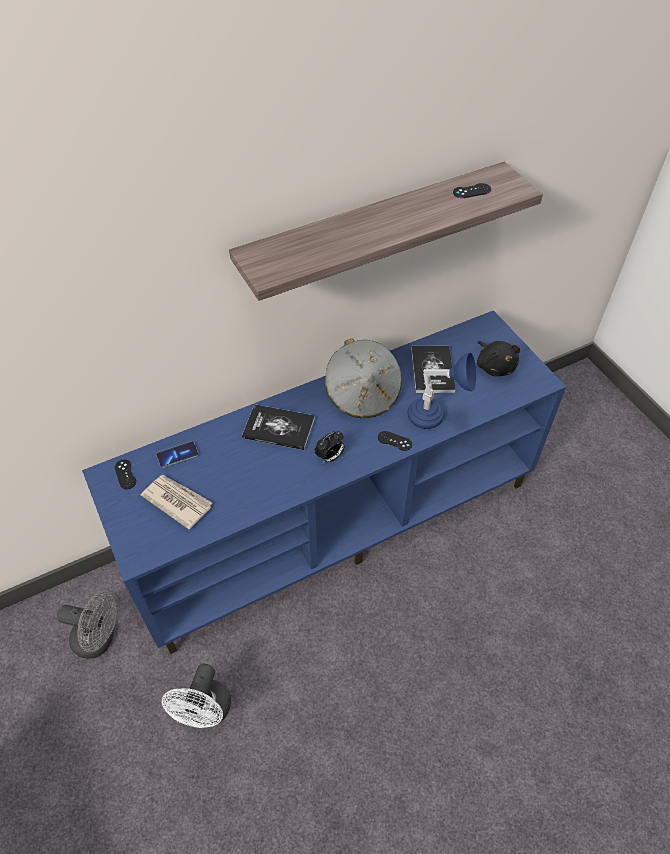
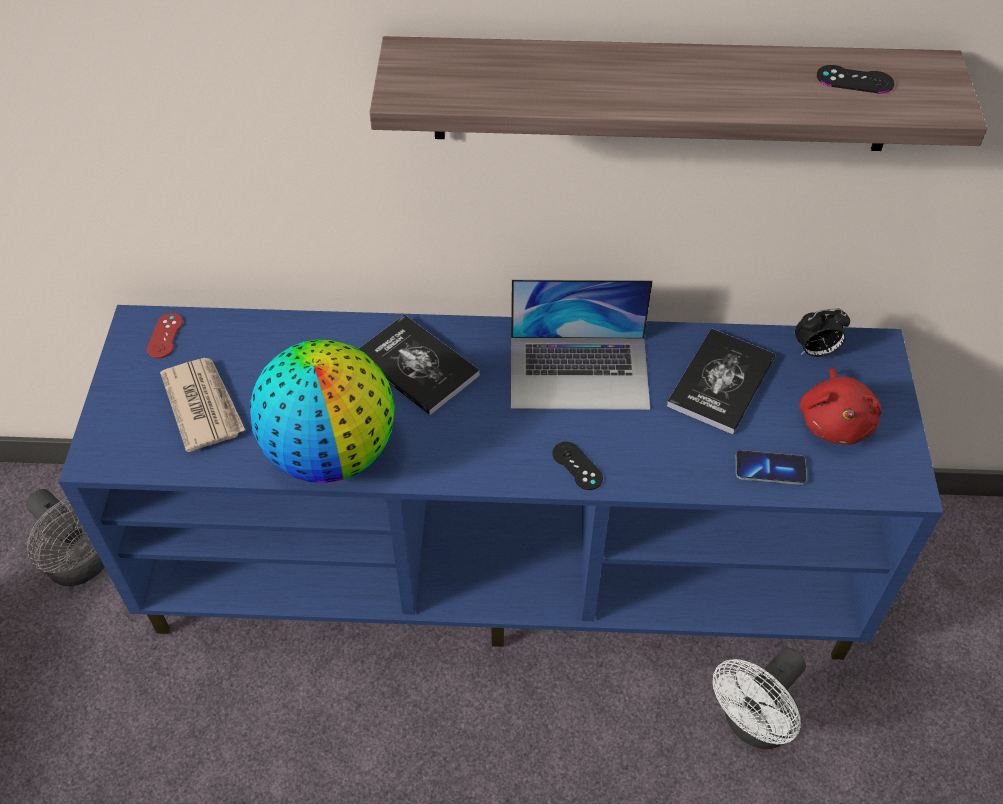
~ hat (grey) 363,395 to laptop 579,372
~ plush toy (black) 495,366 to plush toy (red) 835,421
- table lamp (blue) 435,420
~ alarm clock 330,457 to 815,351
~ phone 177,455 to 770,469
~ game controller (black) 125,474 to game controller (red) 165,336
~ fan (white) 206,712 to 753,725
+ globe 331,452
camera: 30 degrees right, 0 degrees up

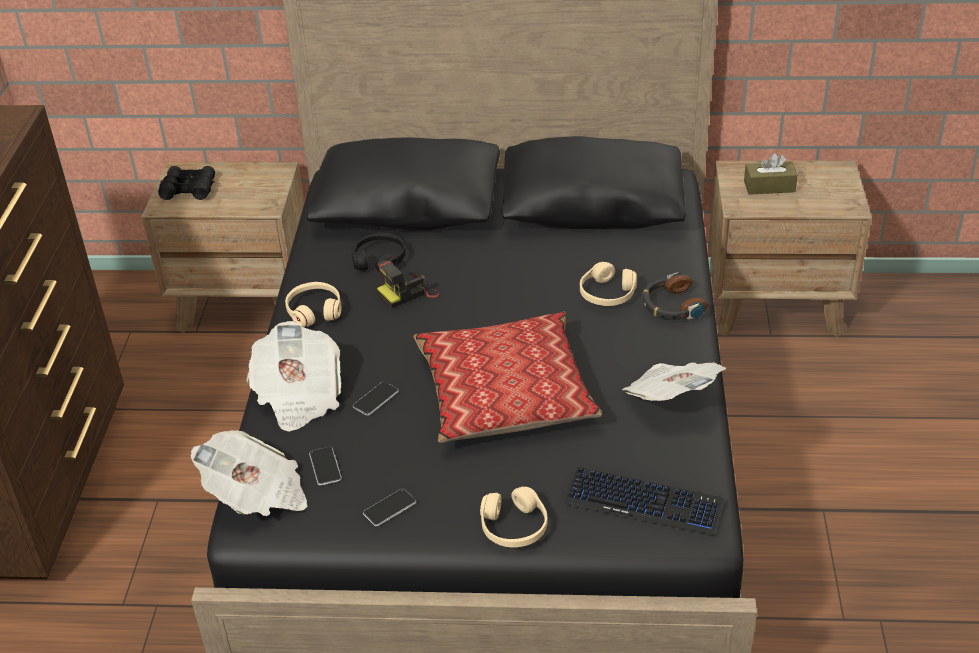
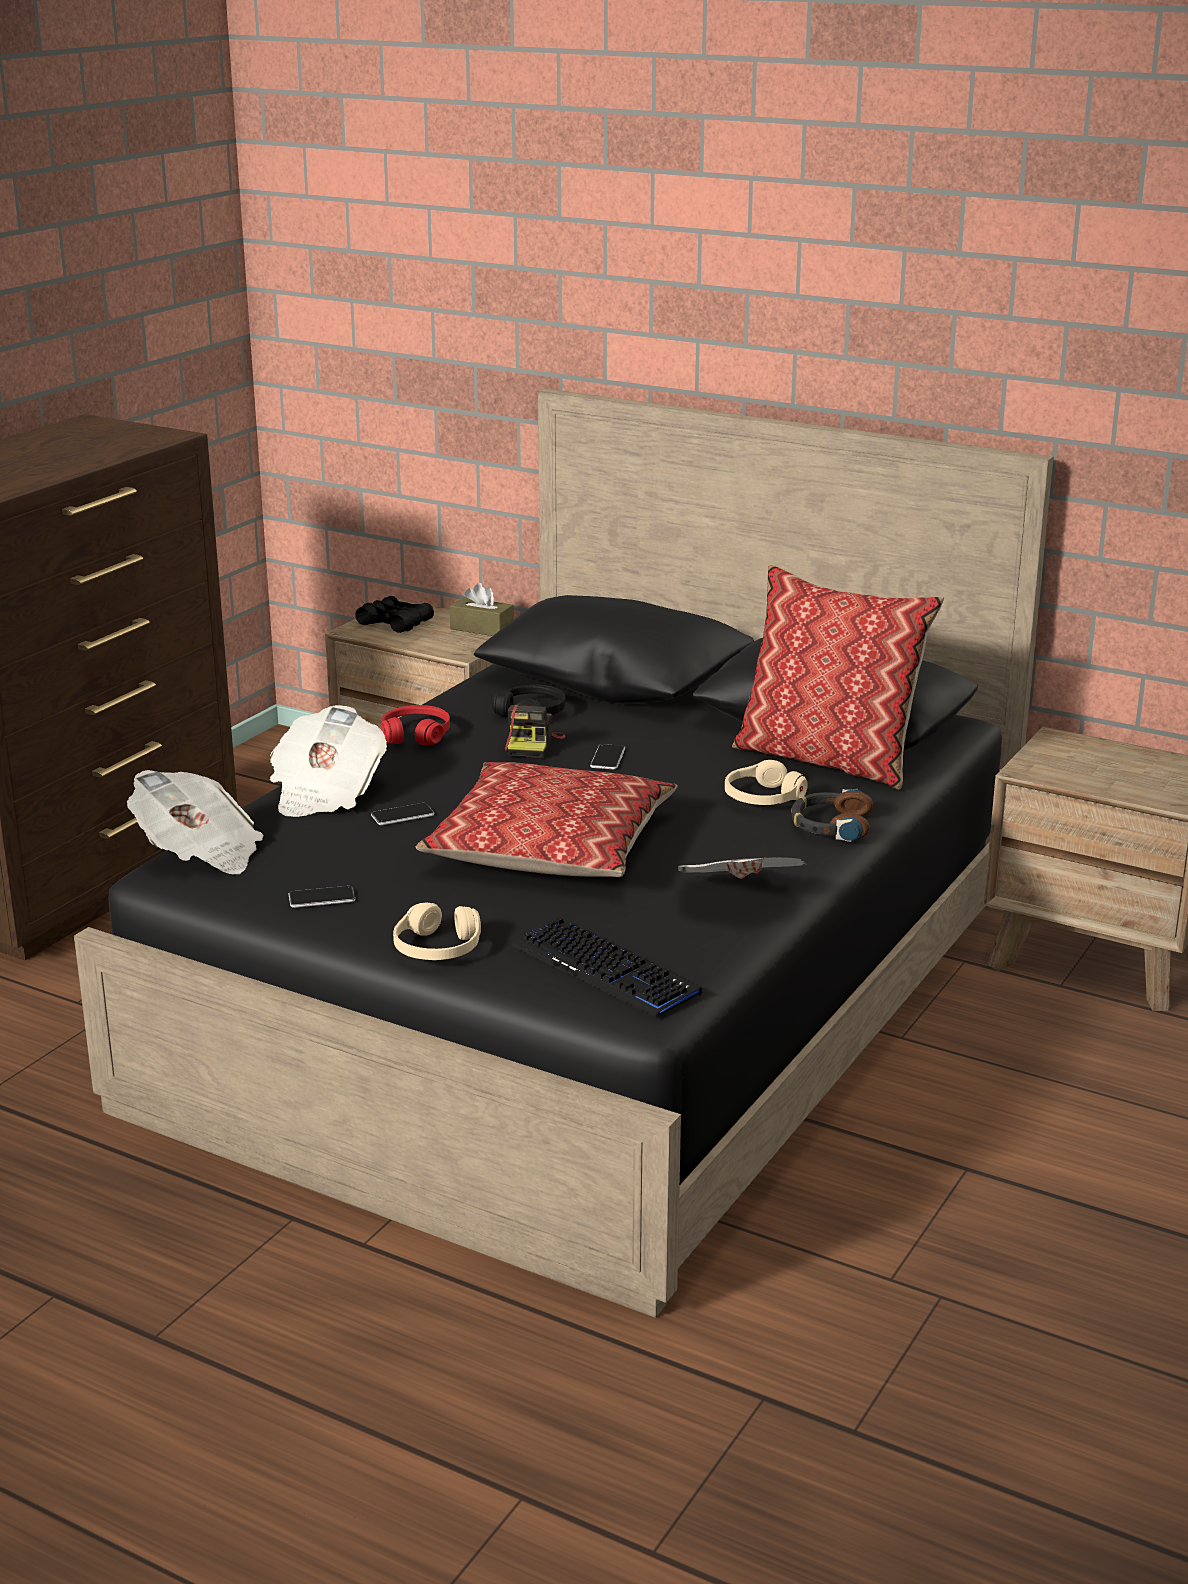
~ tissue box (brown) 769,186 to 482,628
~ photo camera 408,292 = 532,745 75 degrees counterclockwise
~ headphones (beige) 314,310 to headphones (red) 416,735
~ phone 325,466 to 608,758
+ pillow 829,758
camera: 25 degrees right, 15 degrees down

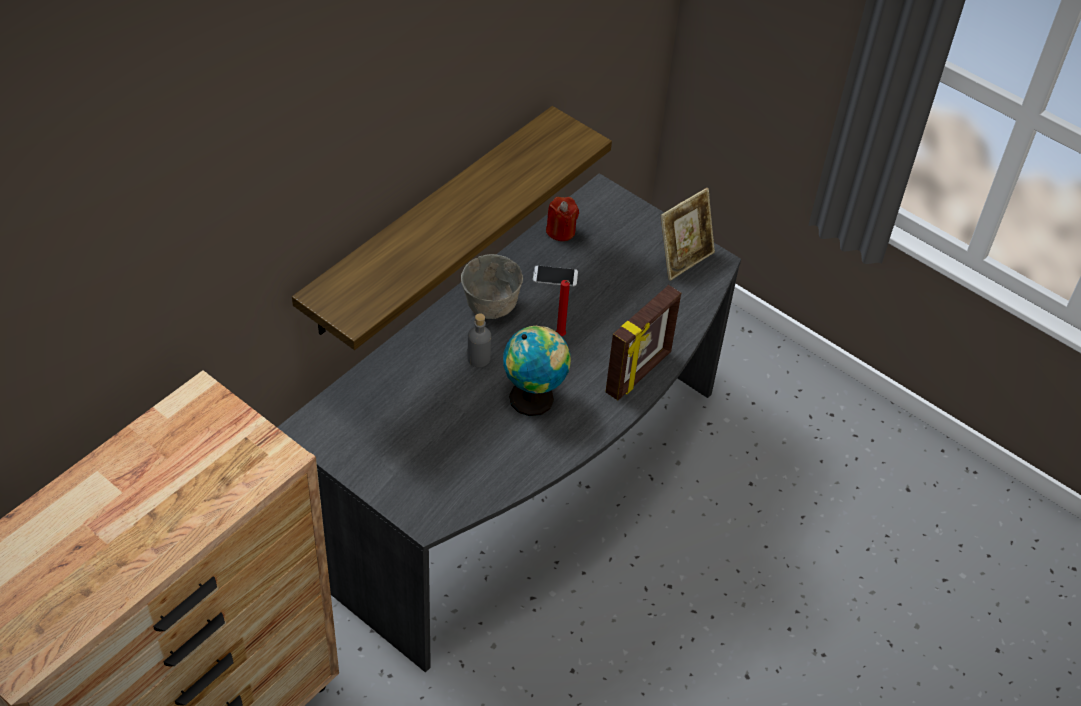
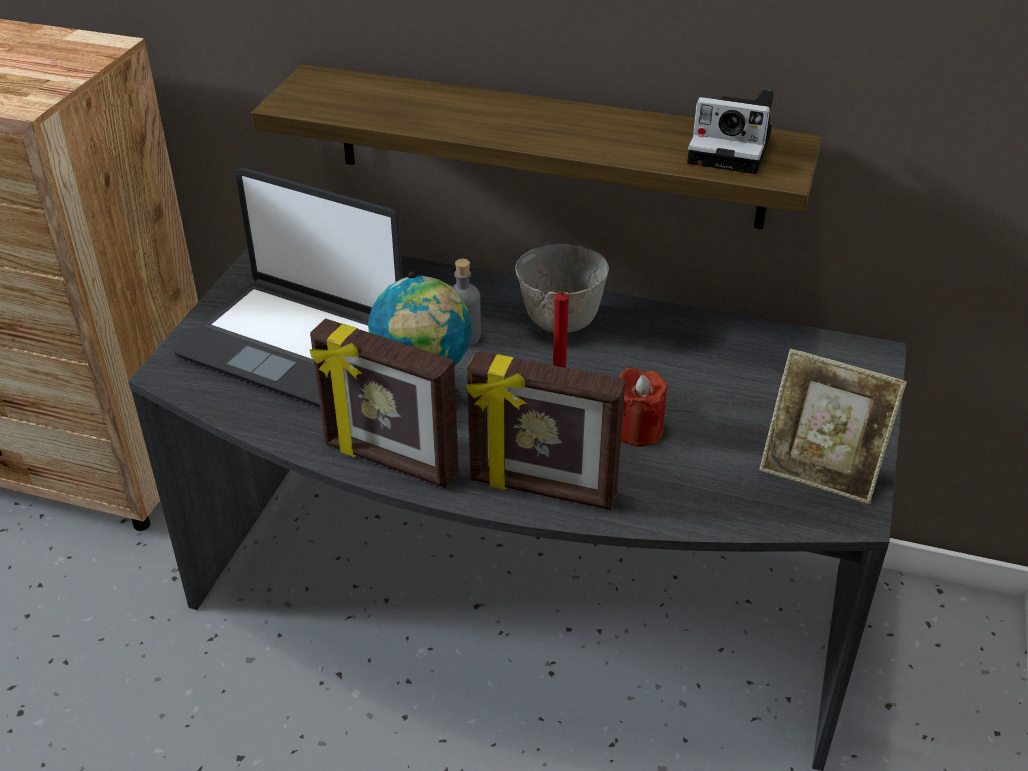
~ candle (red) 561,231 to 638,430
- phone 555,276
+ photo camera 733,149
+ laptop 294,343
+ picture frame 389,461
camera: 70 degrees right, 10 degrees down

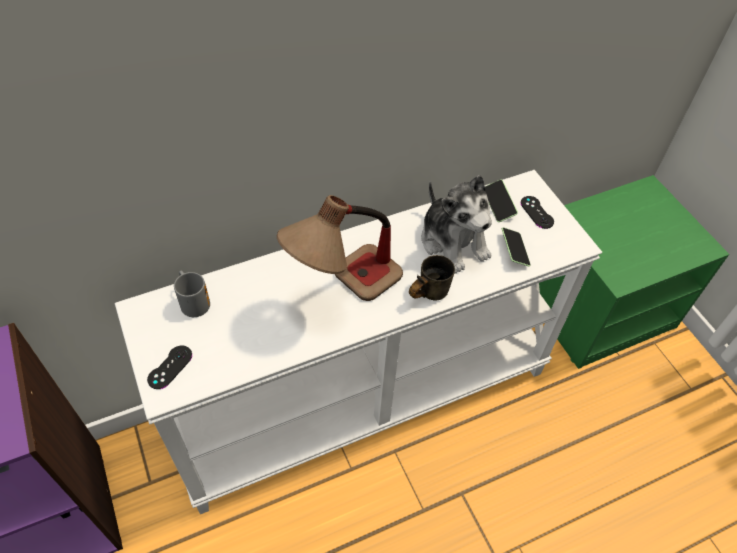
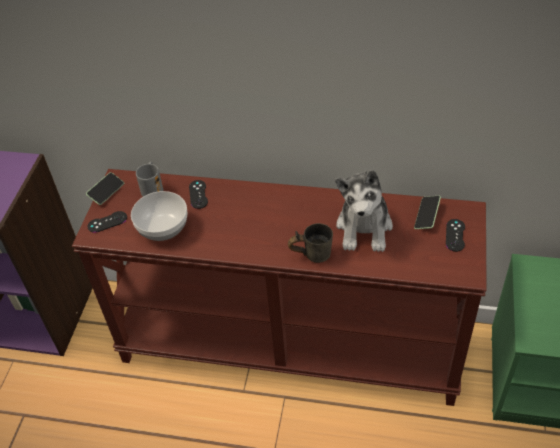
~ console table (white) 362,395 to console table (brown) 291,343
- table lamp 344,292
~ phone 514,251 to 106,192
+ game controller (black) 198,194
+ bowl 162,228
camera: 40 degrees right, 5 degrees down

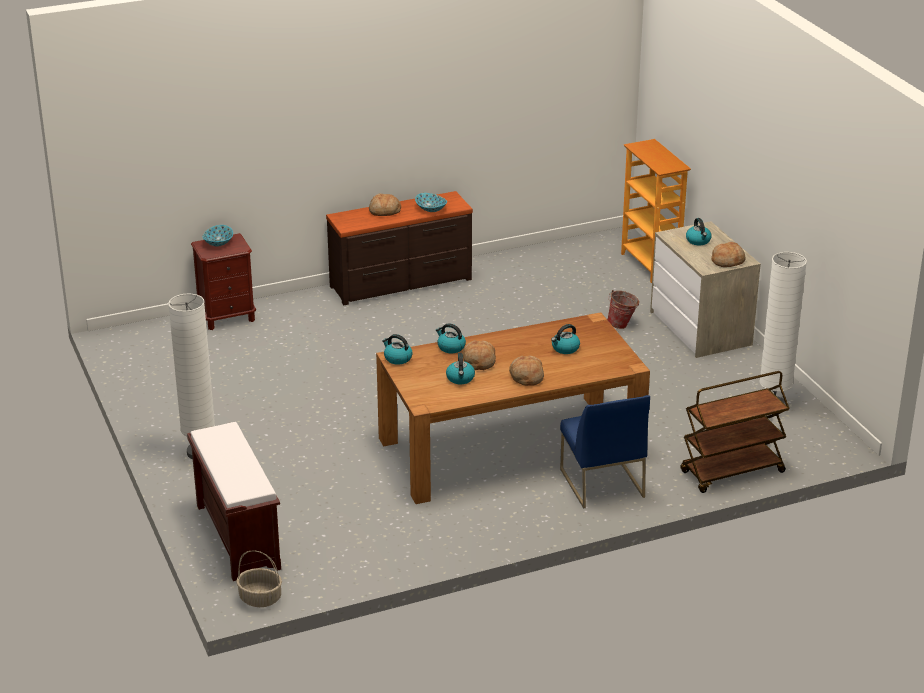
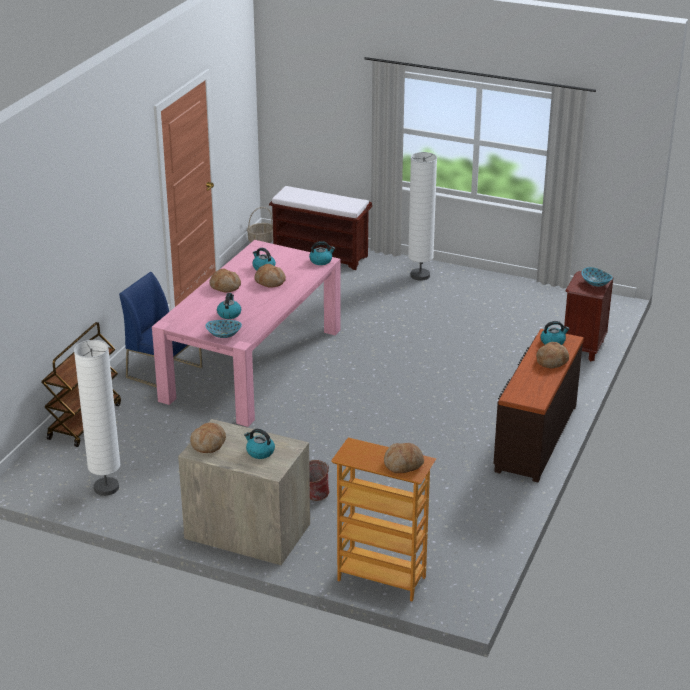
~ bowl 431,209 to 224,335
~ dining table (brown) 510,447 to dining table (pink) 253,364
~ kettle 450,347 to 553,342
+ bread 403,464
camera: 135 degrees right, 0 degrees up

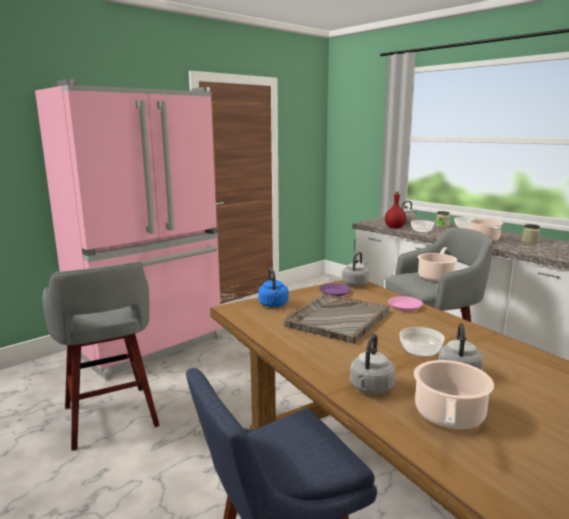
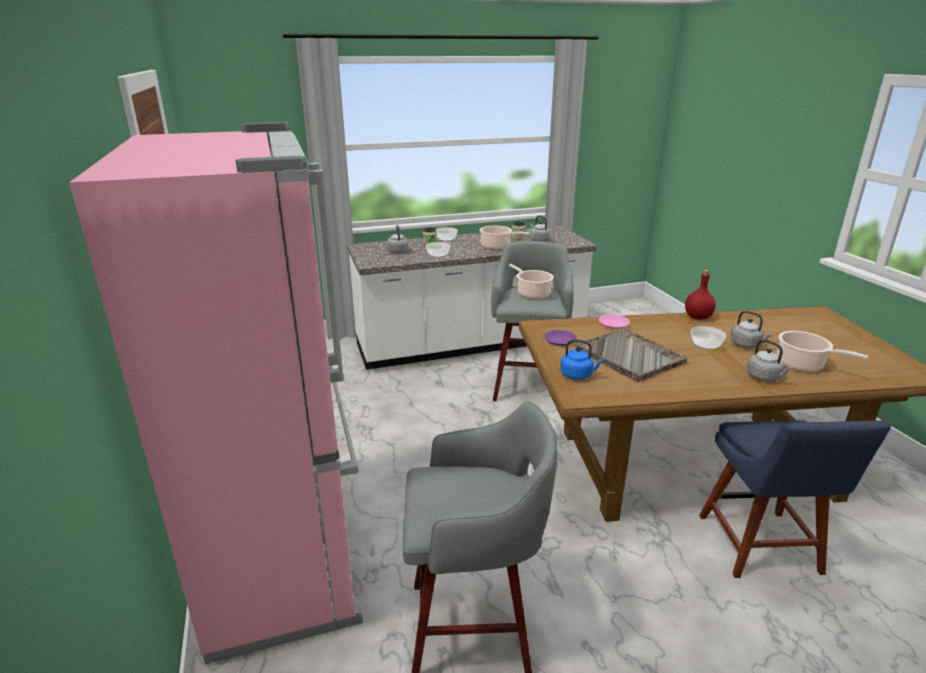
~ bottle (red) 394,227 to 697,317
~ kettle (grey) 356,284 to 538,240
camera: 65 degrees left, 10 degrees up

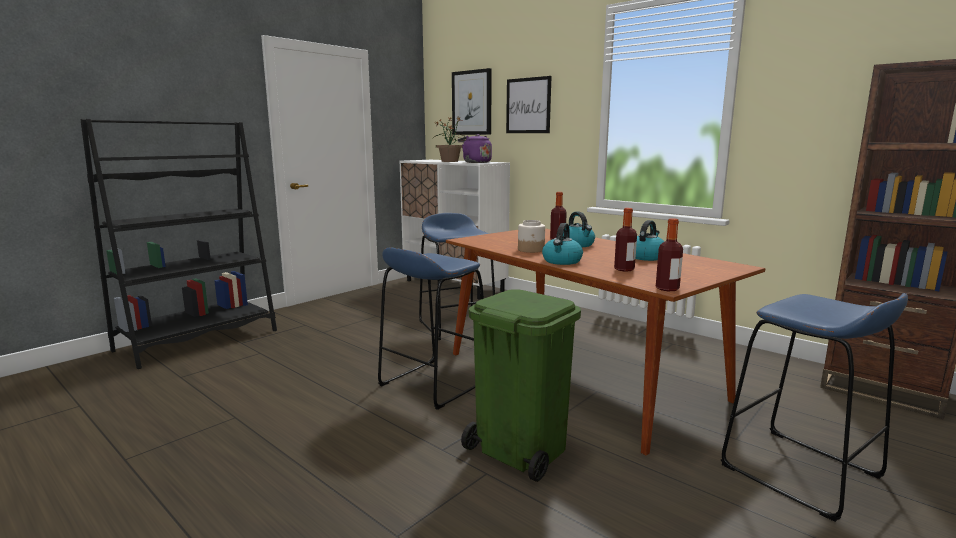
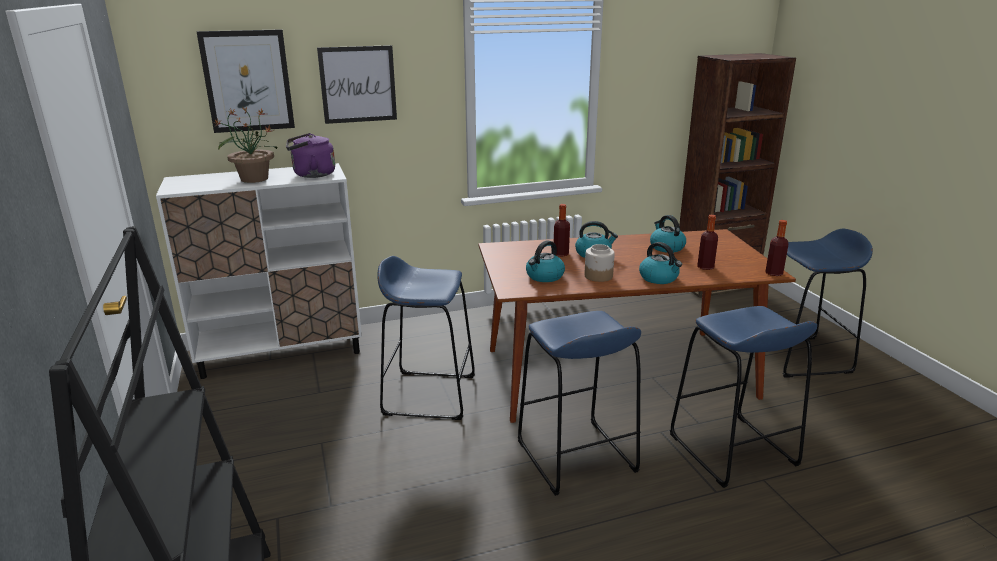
~ trash can (green) 519,449 to stool (blue) 732,450
+ kettle 544,276
camera: 60 degrees left, 10 degrees up

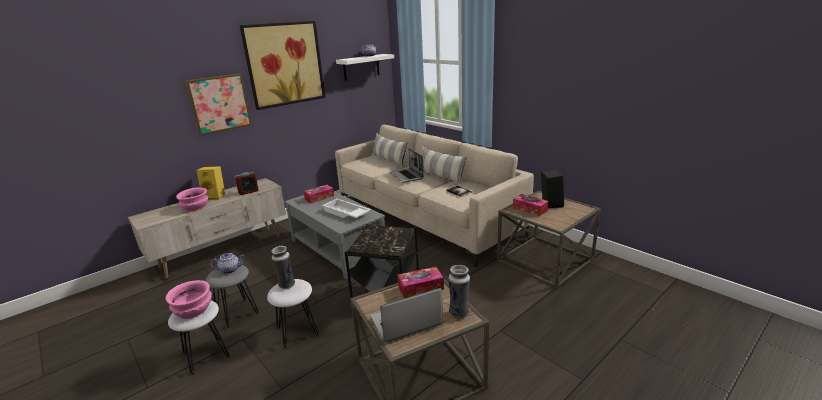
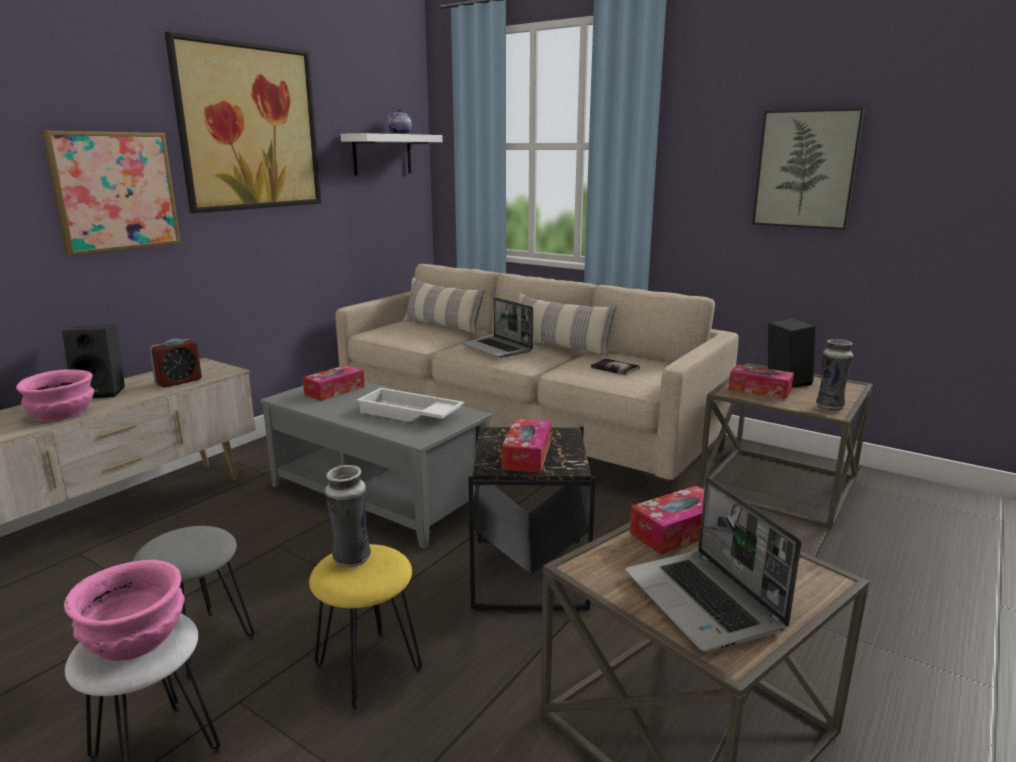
~ speaker (yellow) 215,196 to speaker (black) 102,392
- teapot 230,270
~ vase 459,313 to 829,407
~ stool (white) 297,332 to stool (yellow) 368,668
~ laptop 405,322 = 704,602 75 degrees counterclockwise
+ picture 806,169
+ tissue box 527,455
camera: 15 degrees left, 5 degrees down

